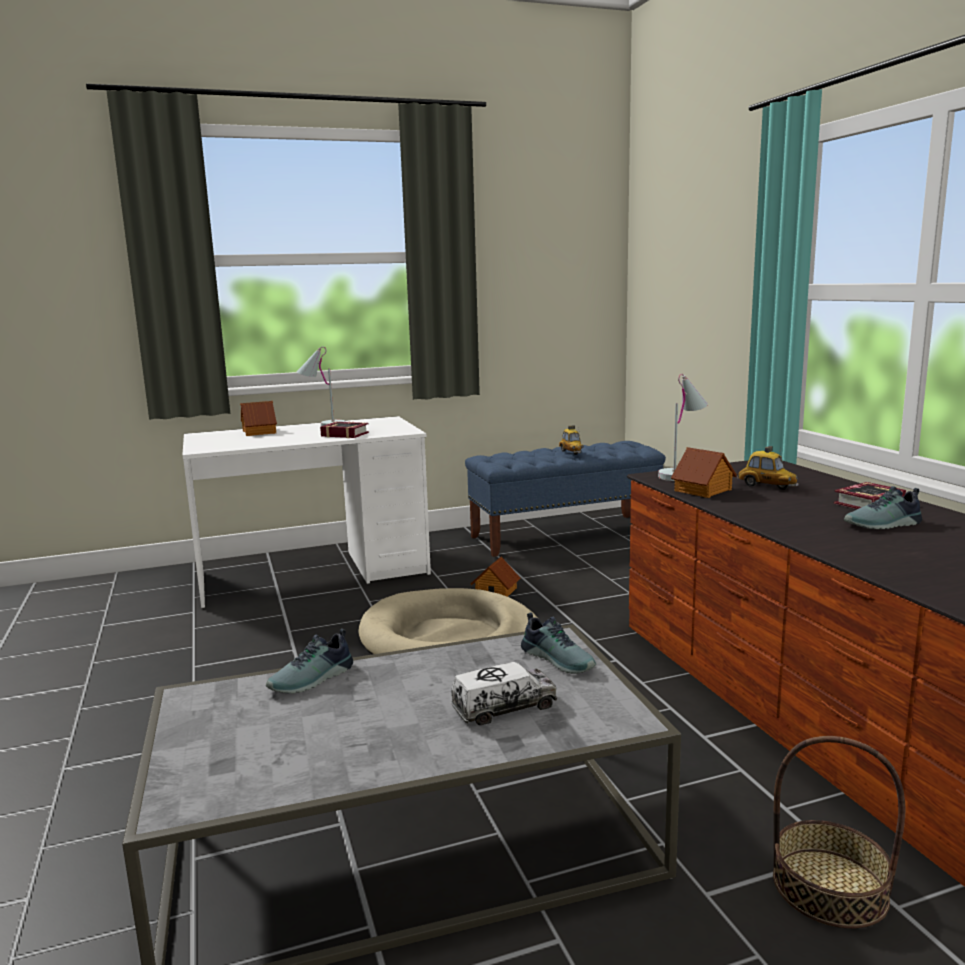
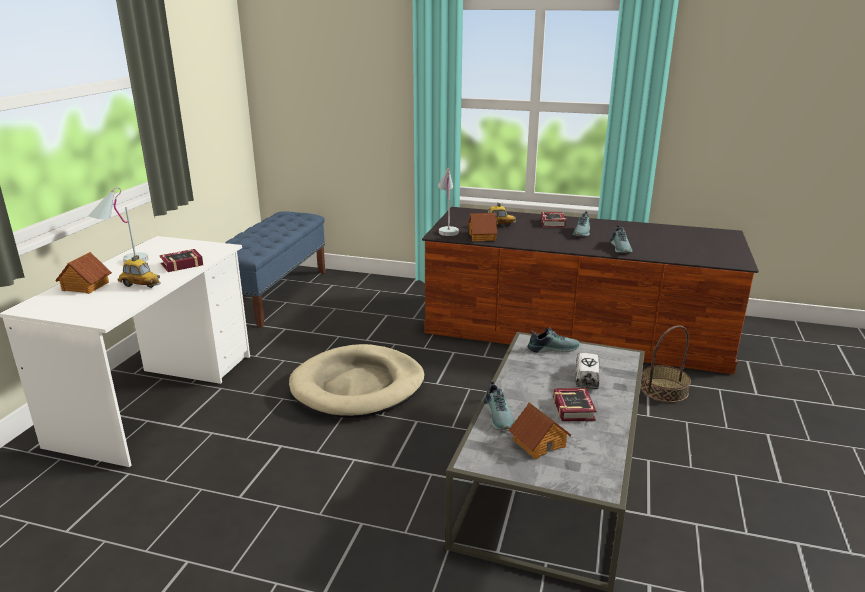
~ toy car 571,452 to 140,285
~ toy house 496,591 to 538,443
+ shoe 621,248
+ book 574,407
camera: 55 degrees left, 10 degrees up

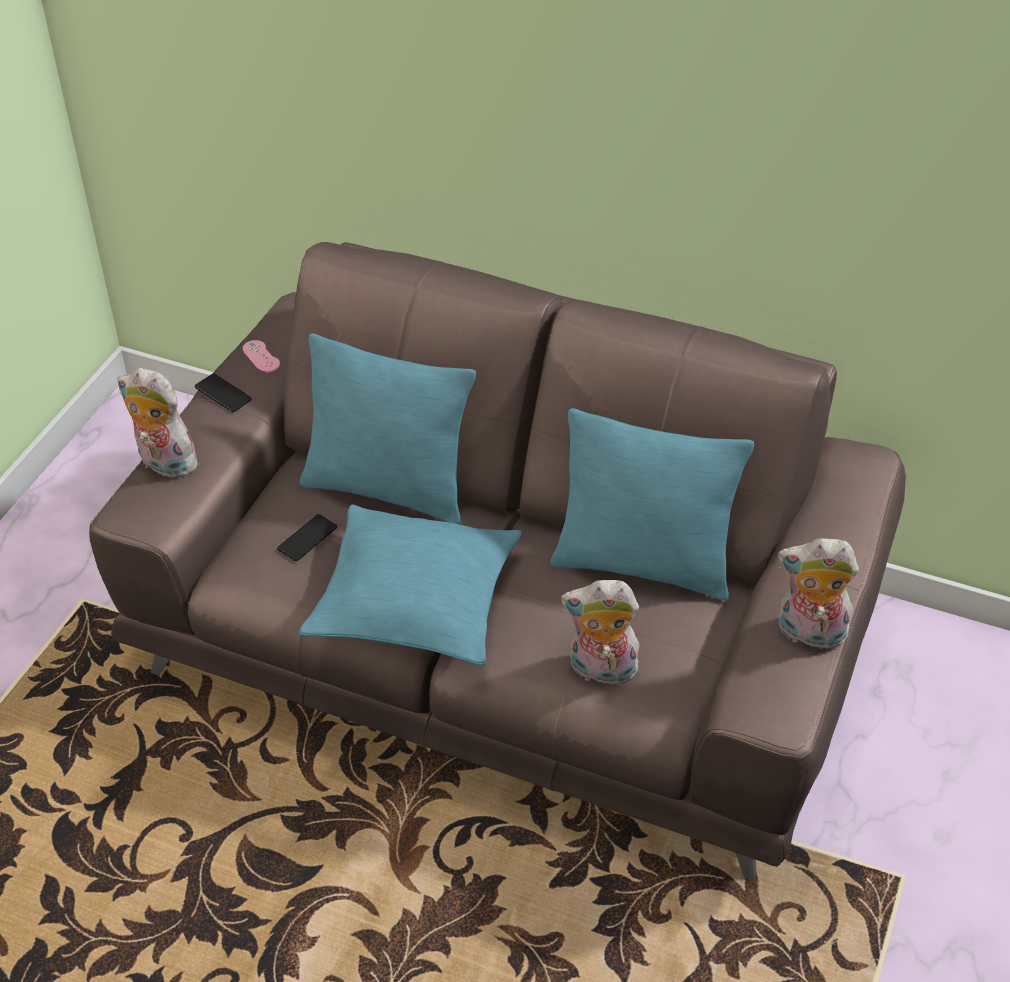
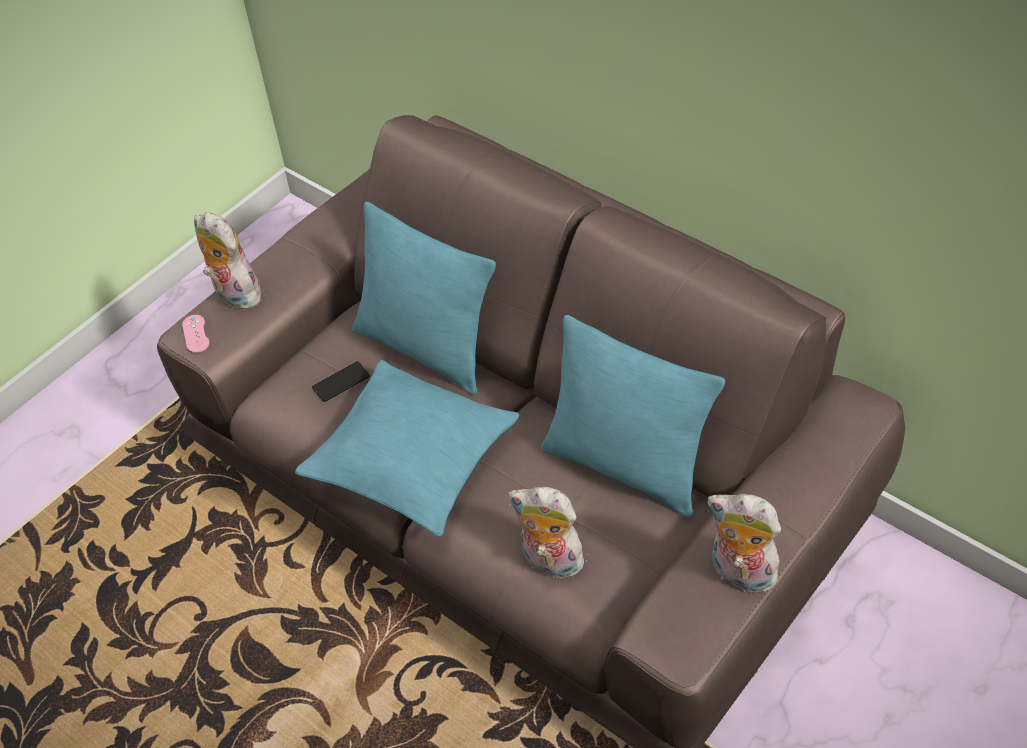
~ game controller (pink) 261,356 to 195,334
- phone 223,393
camera: 20 degrees right, 5 degrees up

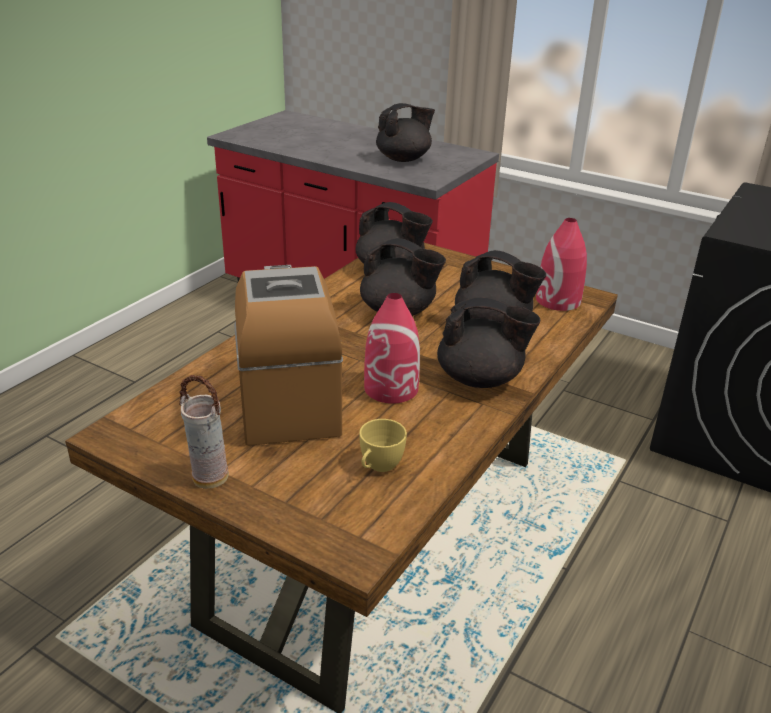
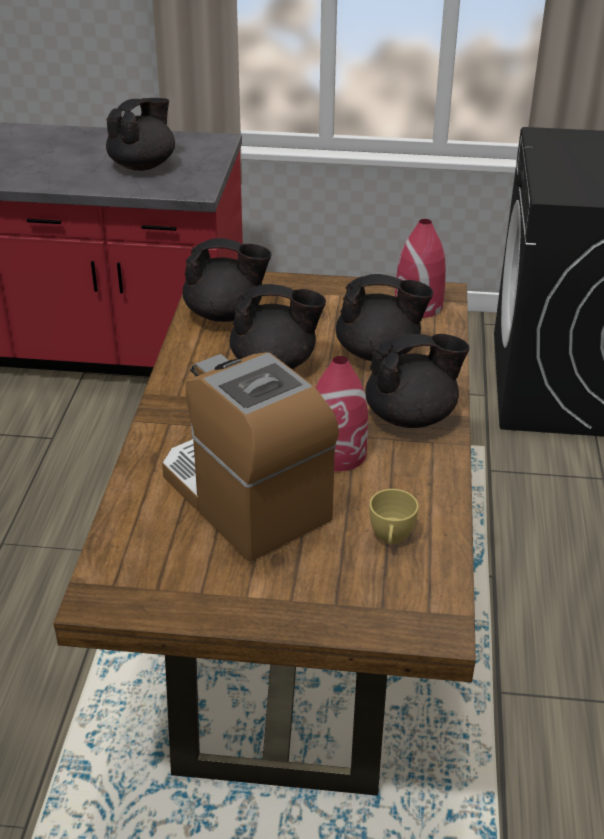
- vase 209,478
camera: 25 degrees left, 5 degrees up

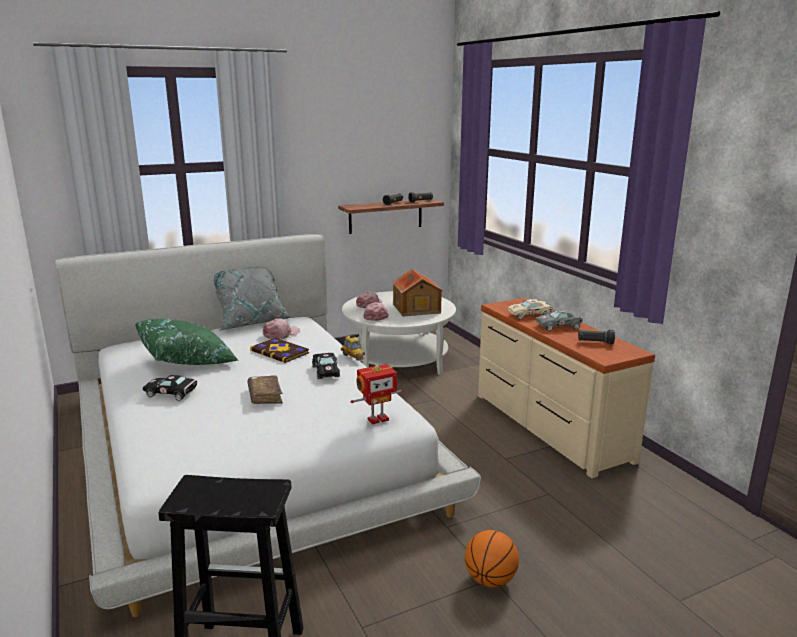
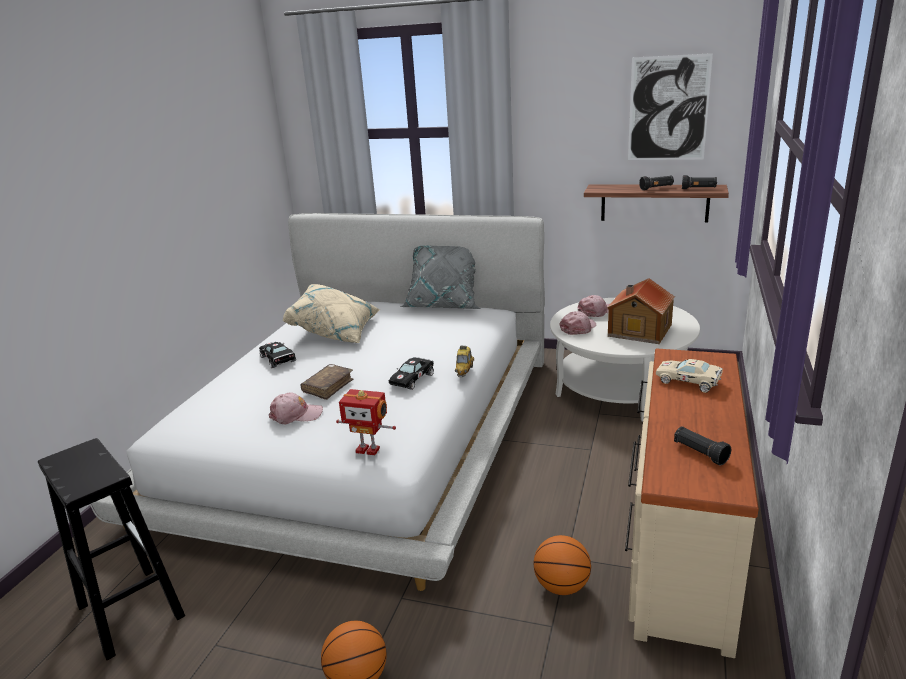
- toy car (grey) 559,326
~ pillow (green) 188,361 to pillow (beige) 336,331
~ cap (pink) 281,334 to 296,415
- book 280,352
+ picture 668,109
+ basketball 562,586
camera: 45 degrees right, 5 degrees up

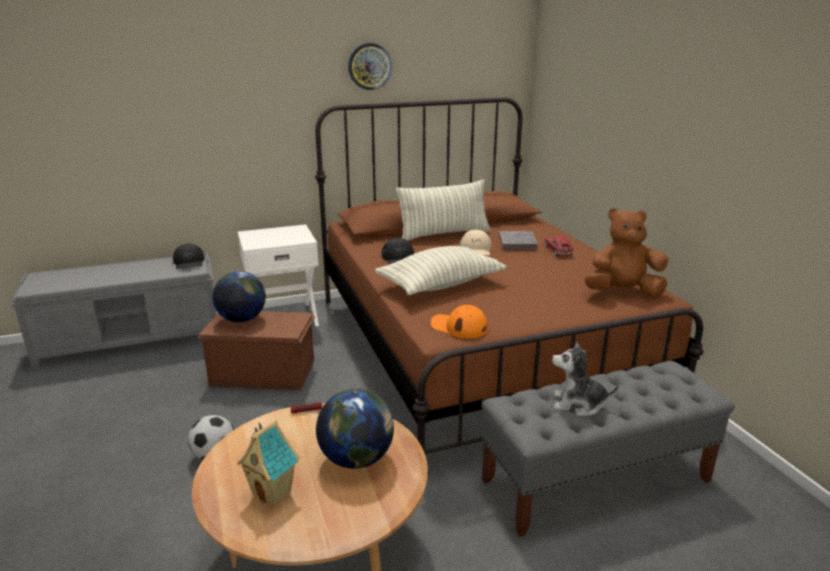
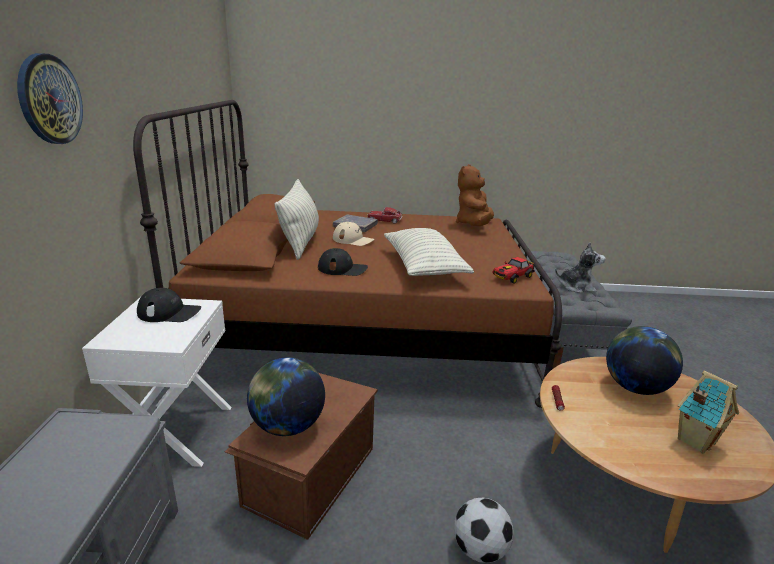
~ wall clock 369,66 to 49,99
~ cap (black) 189,262 to 169,312
~ cap (orange) 459,327 to toy car 512,277
~ plush toy 578,404 = 576,287 120 degrees counterclockwise
camera: 70 degrees left, 0 degrees up

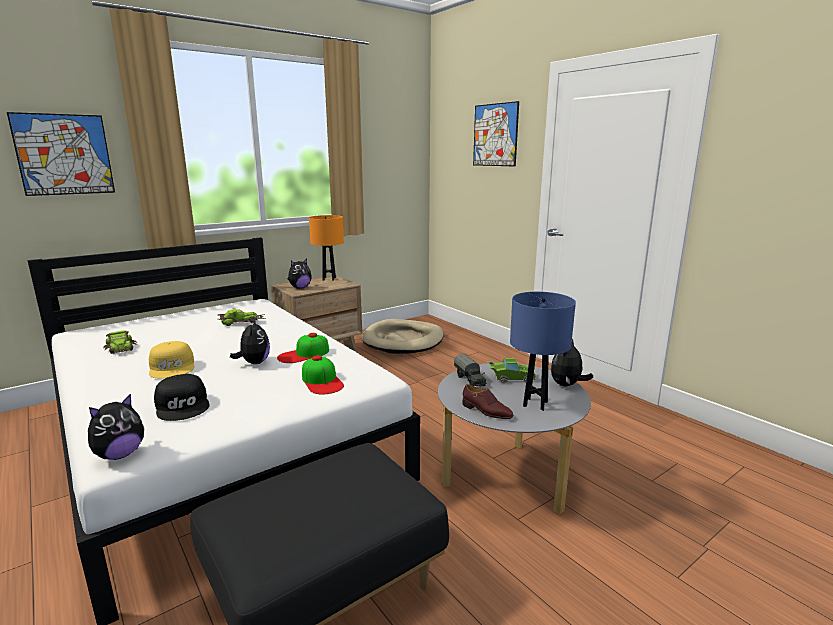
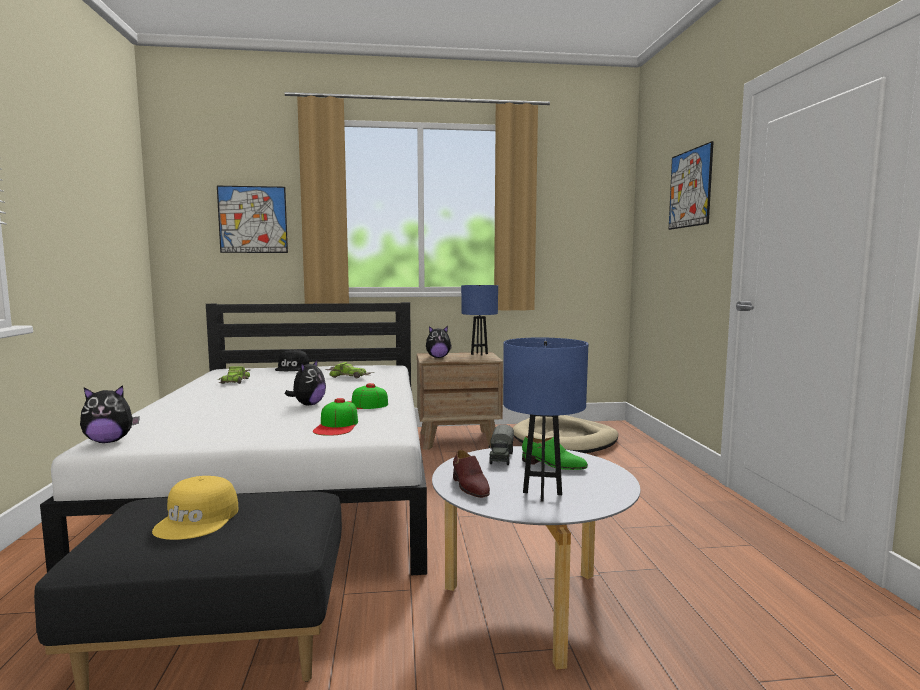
~ table lamp (orange) 329,279 to table lamp (blue) 479,354
- plush toy 567,385
~ cap (yellow) 173,367 to 199,519
~ toy car (green) 510,378 to shoe (green) 553,465
~ cap (black) 183,405 to 293,368
camera: 30 degrees right, 10 degrees down

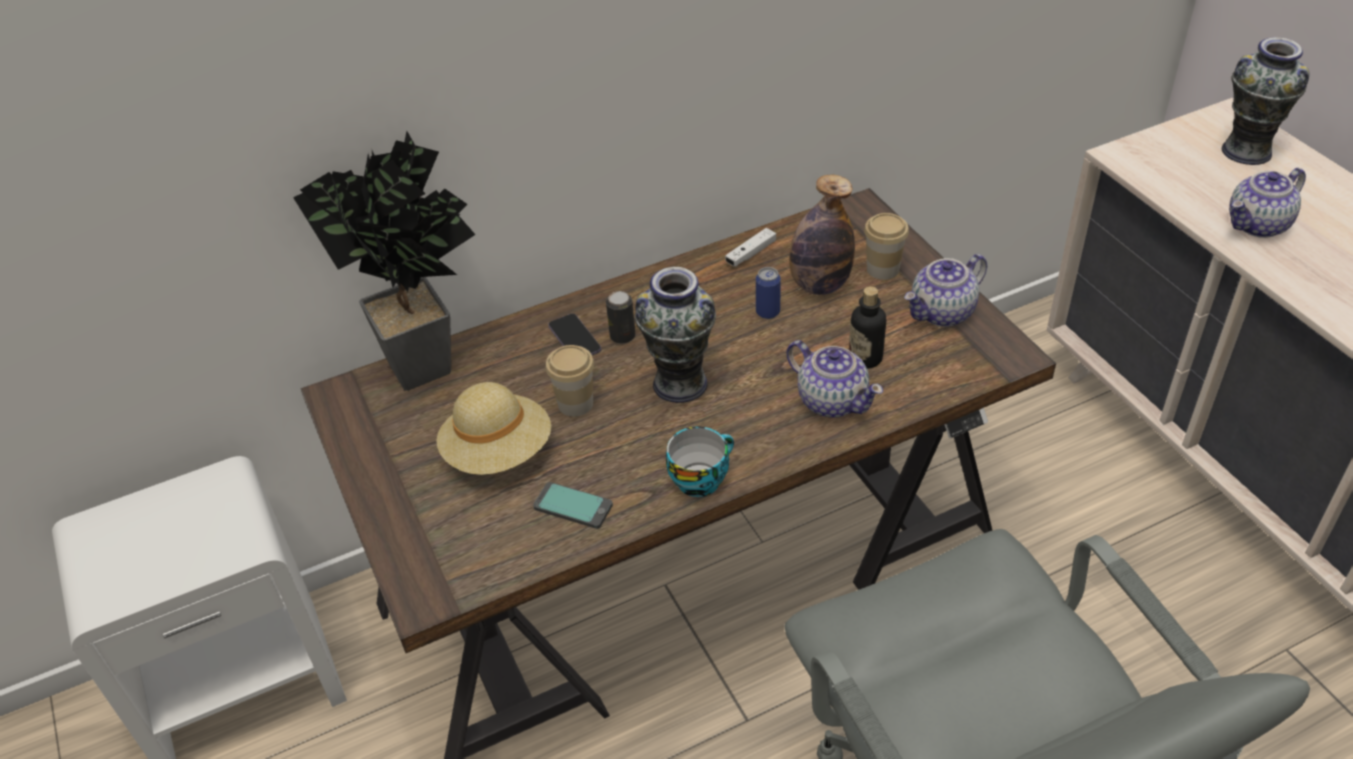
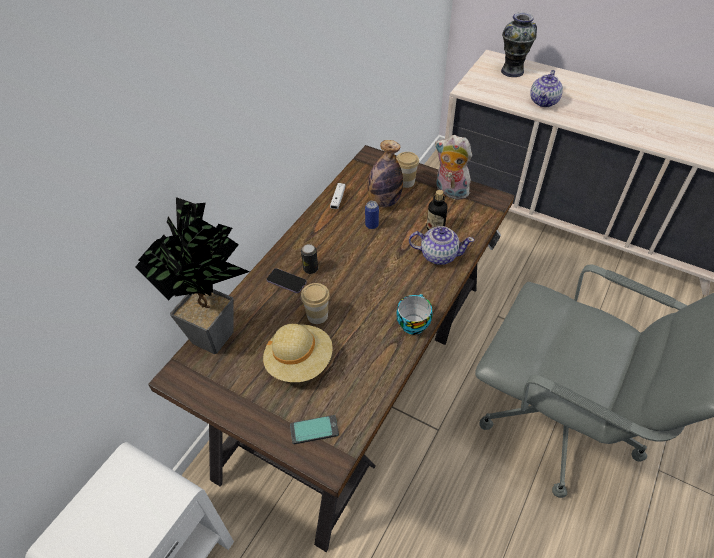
~ teapot 942,313 to plush toy 449,192
- vase 680,384
~ phone 573,506 to 314,429
camera: 35 degrees left, 5 degrees up

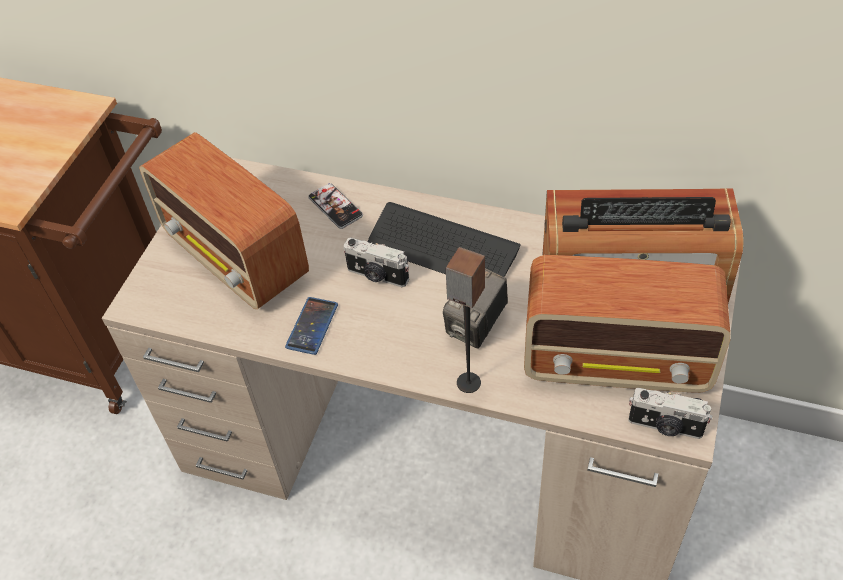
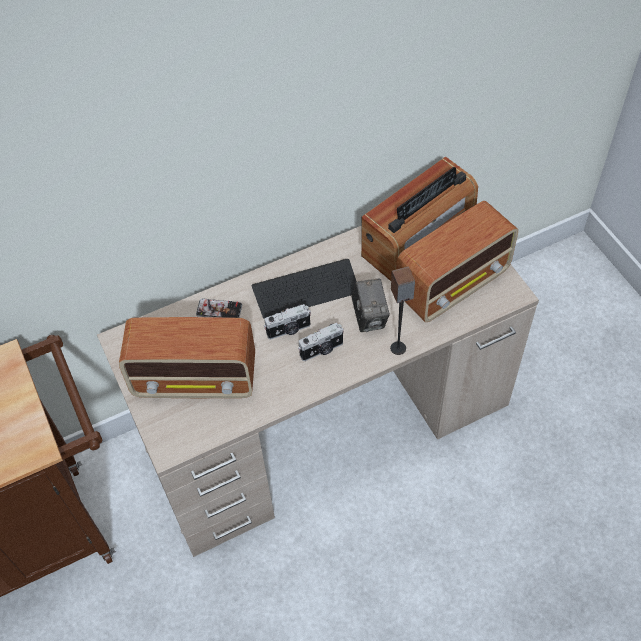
- phone 312,326
~ photo camera 665,426 to 322,350
camera: 45 degrees left, 5 degrees up

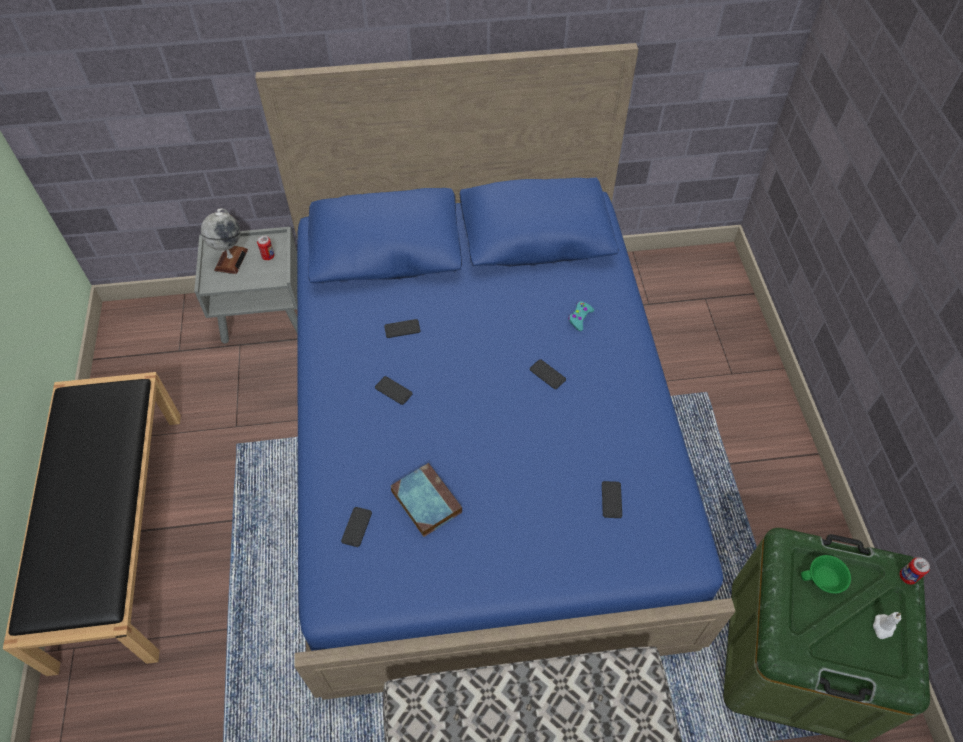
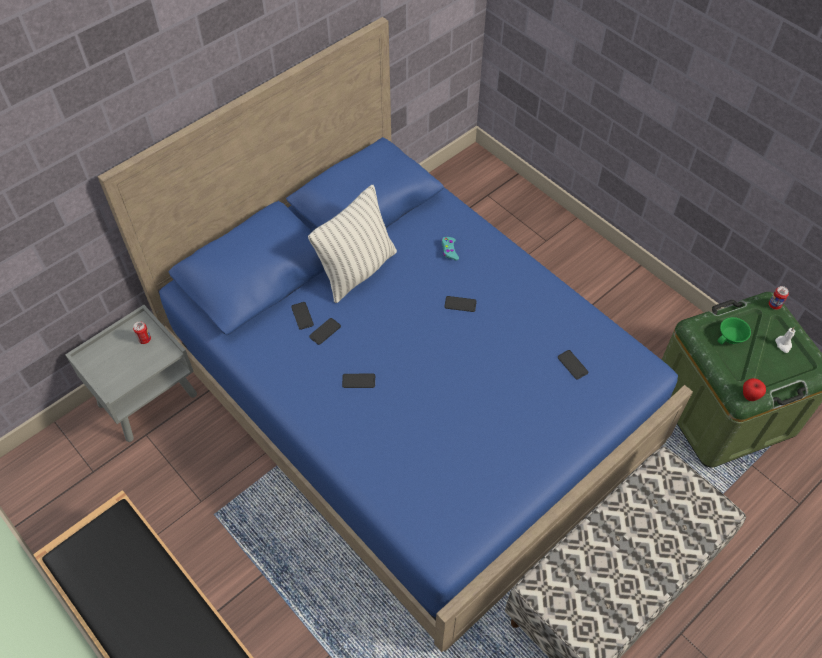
- globe 231,259
- book 425,501
~ phone 356,527 to 302,316
+ pillow 357,270
+ apple 749,396
camera: 35 degrees left, 0 degrees up

